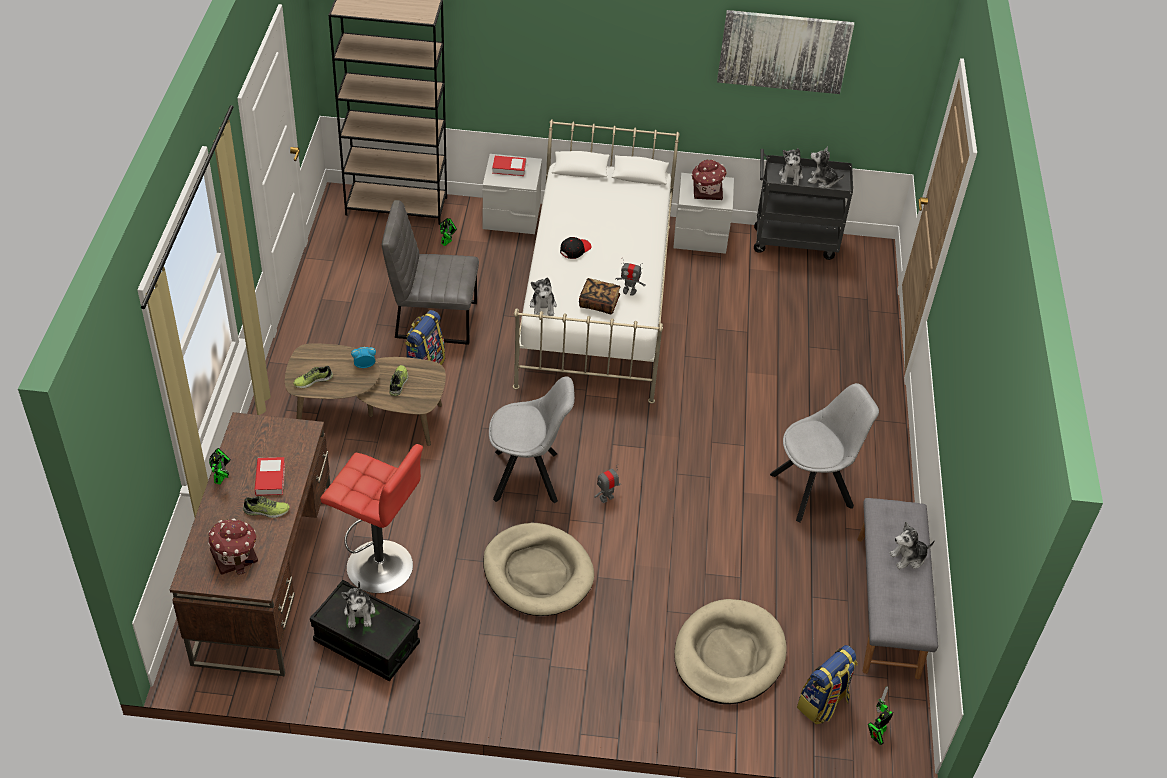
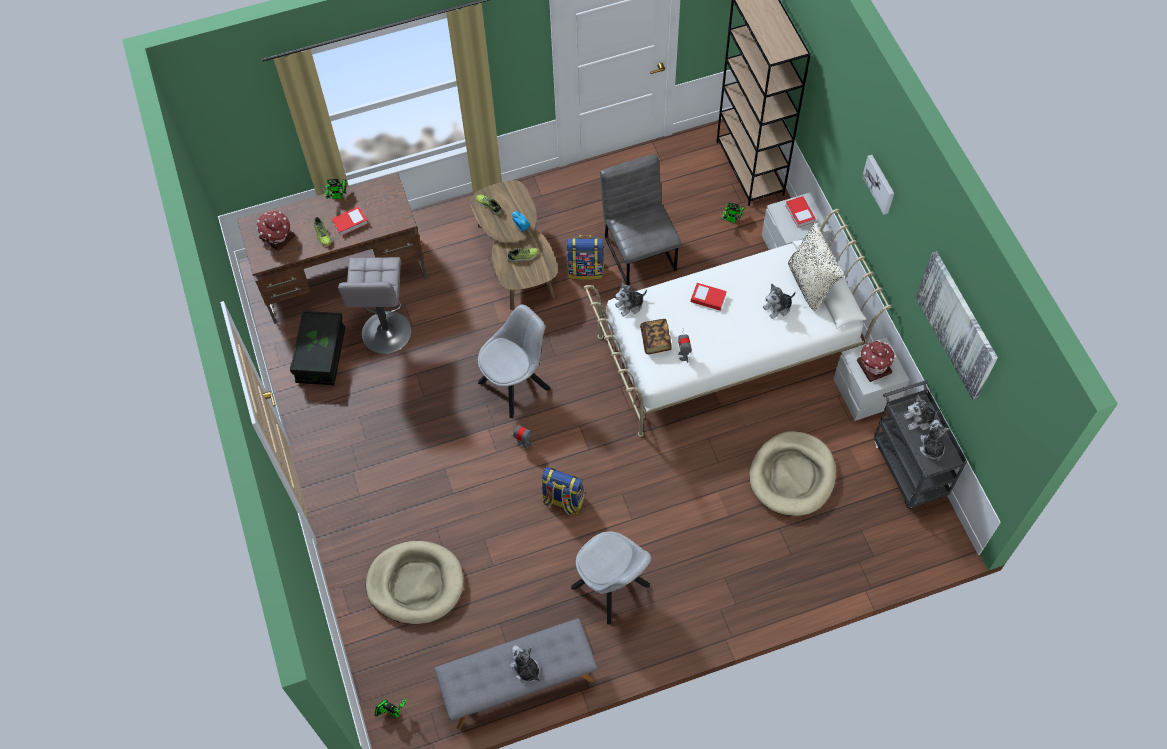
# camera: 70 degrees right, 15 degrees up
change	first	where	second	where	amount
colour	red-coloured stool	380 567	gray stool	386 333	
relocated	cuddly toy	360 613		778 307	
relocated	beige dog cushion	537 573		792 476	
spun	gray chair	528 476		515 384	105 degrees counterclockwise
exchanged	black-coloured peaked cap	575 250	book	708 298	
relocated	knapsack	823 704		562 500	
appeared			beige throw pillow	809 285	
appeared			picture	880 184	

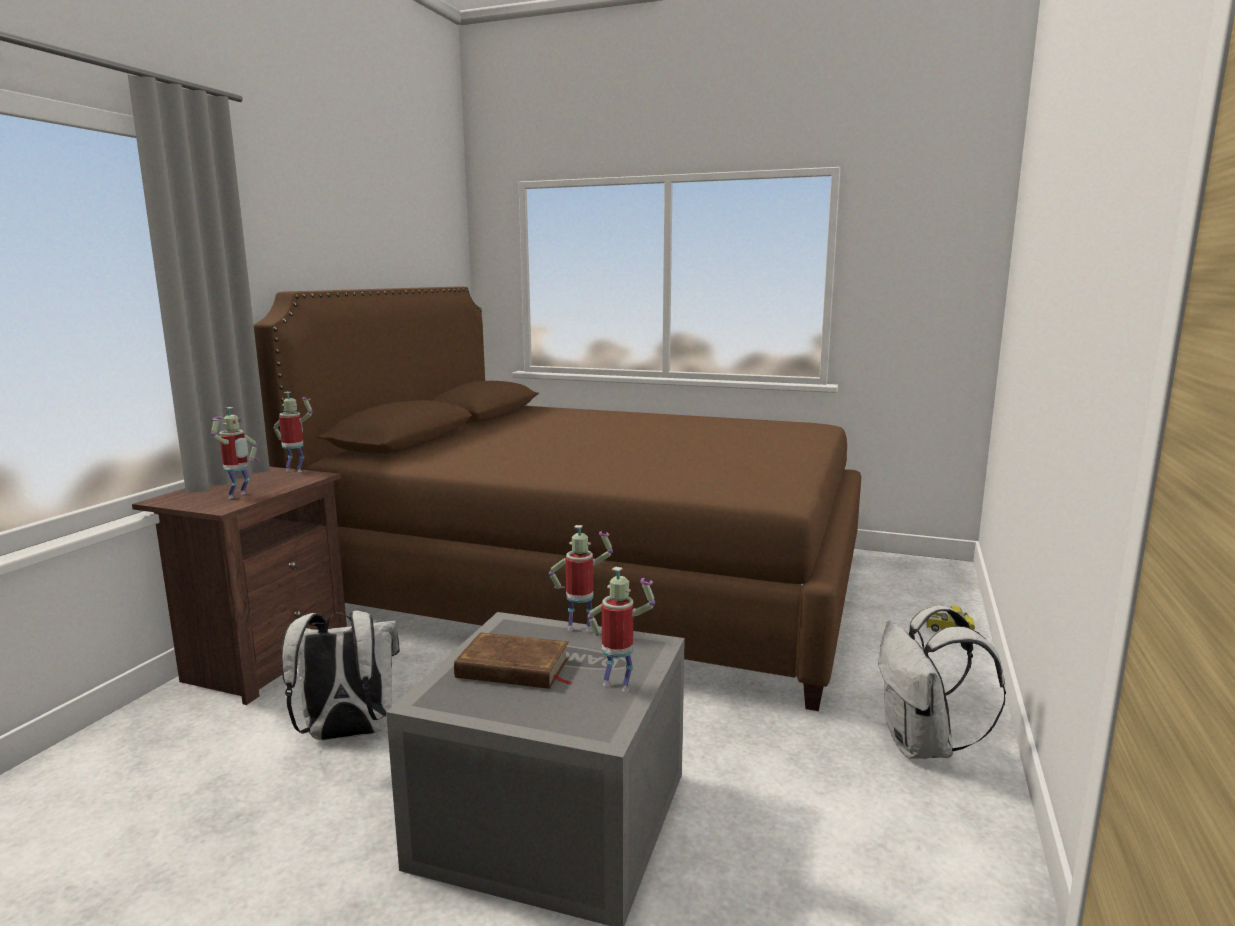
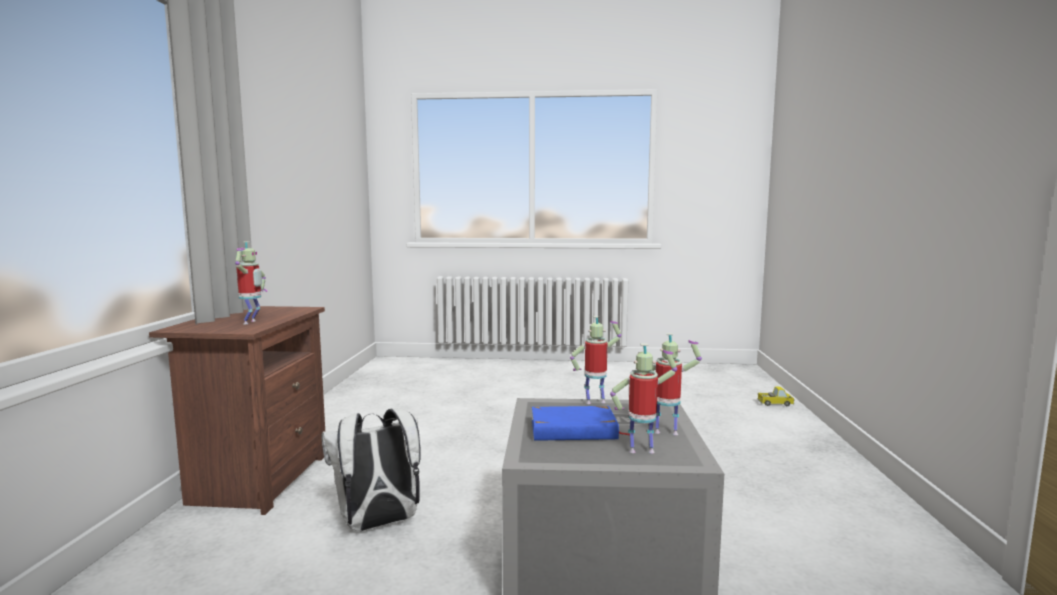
# camera: 15 degrees left, 5 degrees down
change	first	where	second	where	amount
missing	brown bedroom bed	598 584			
relocated	robot figure	296 470		642 450	
colour	brown book	513 668	blue book	573 430	
missing	white knapsack	922 746			

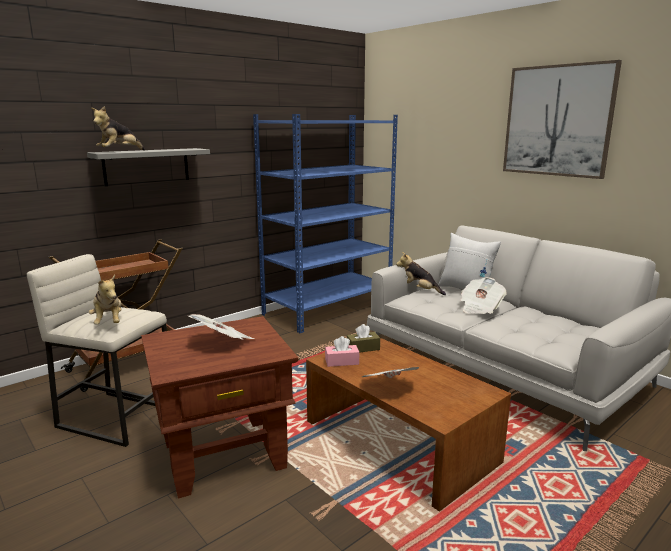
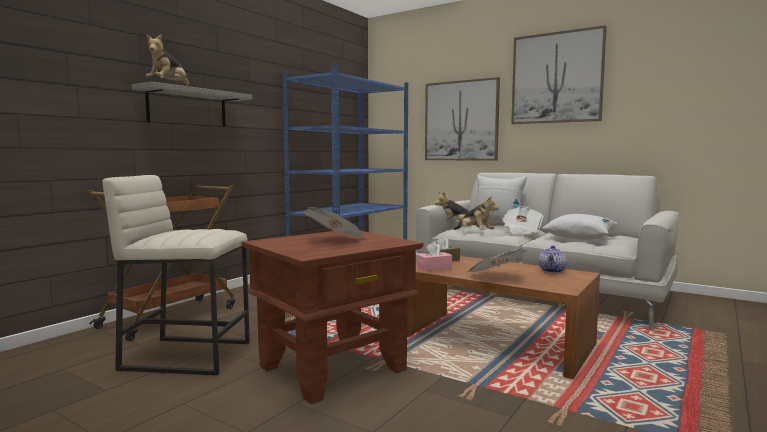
# camera: 15 degrees left, 10 degrees down
change	first	where	second	where	amount
relocated	cuddly toy	109 322		475 232	
appeared			picture	461 121	
appeared			tea pot	552 271	
appeared			gray throw pillow	579 238	

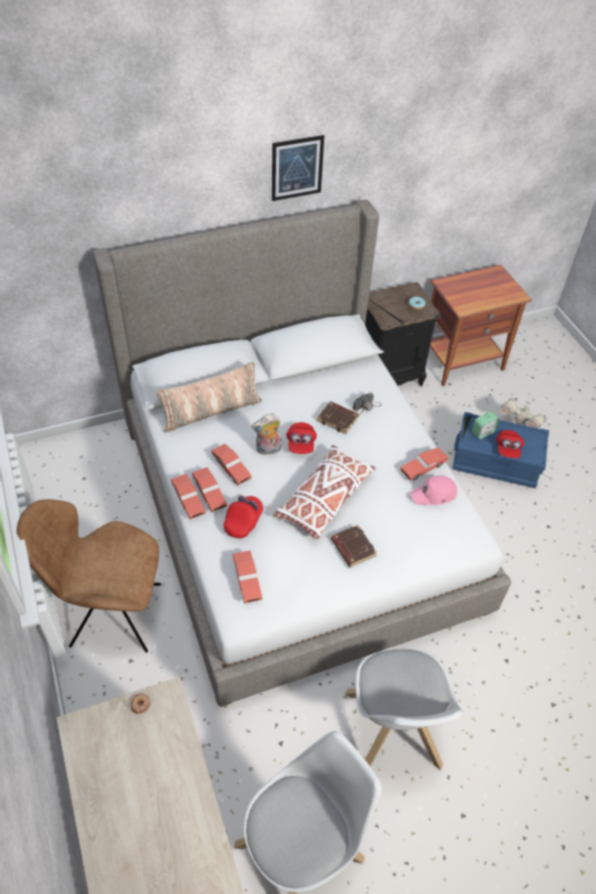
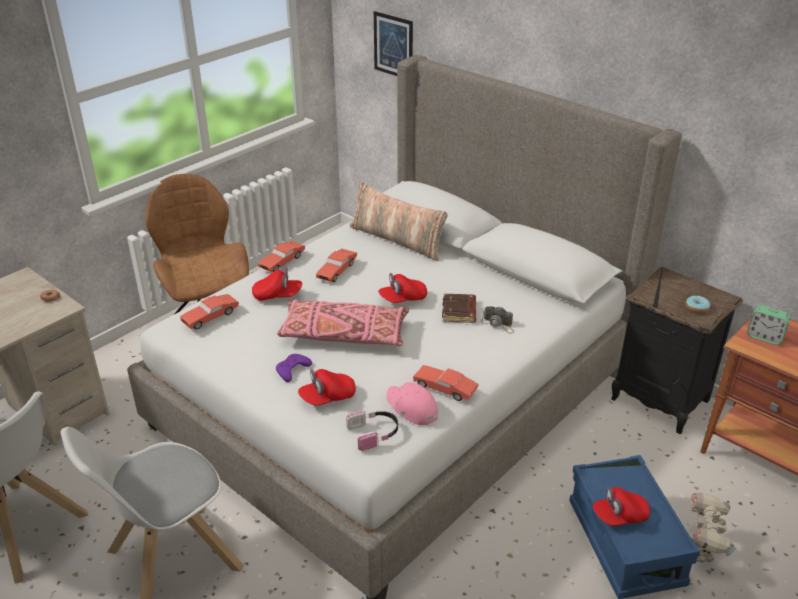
# camera: 65 degrees right, 15 degrees down
change	first	where	second	where	amount
missing	red-coloured model car	209 493			
missing	cuddly toy	268 450			
relocated	picture	297 168		393 45	
colour	white throw pillow	324 499	pinkish throw pillow	344 334	
exchanged	brown book	352 548	purple-coloured gamepad	292 370	
relocated	bedside clock	483 432		764 337	
appeared			red-coloured peaked cap	327 397	
appeared			headset	374 433	

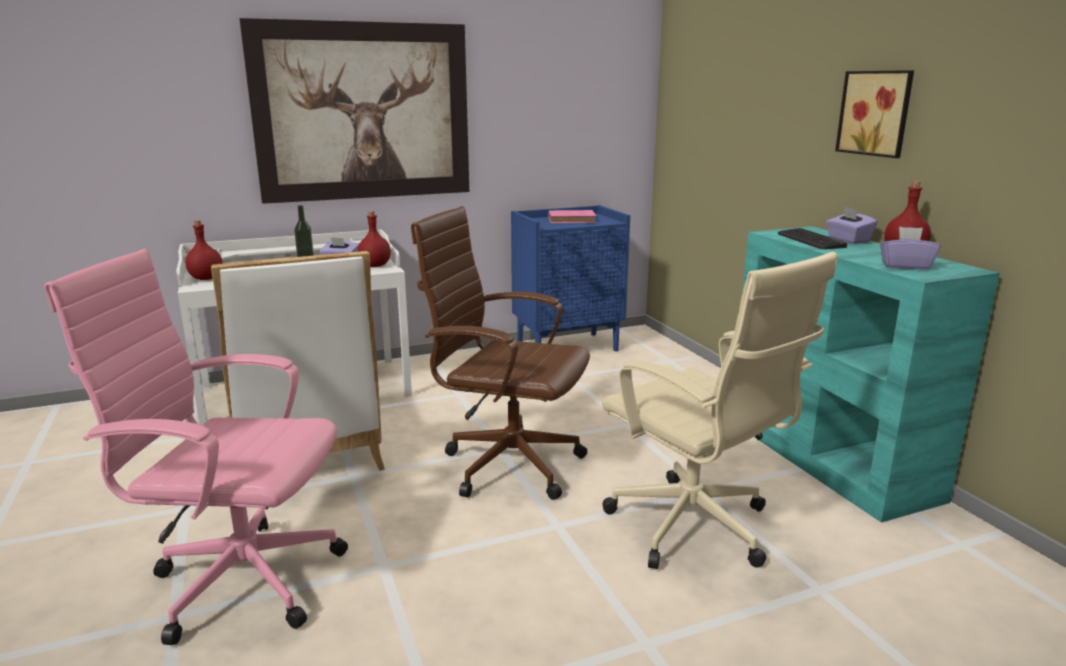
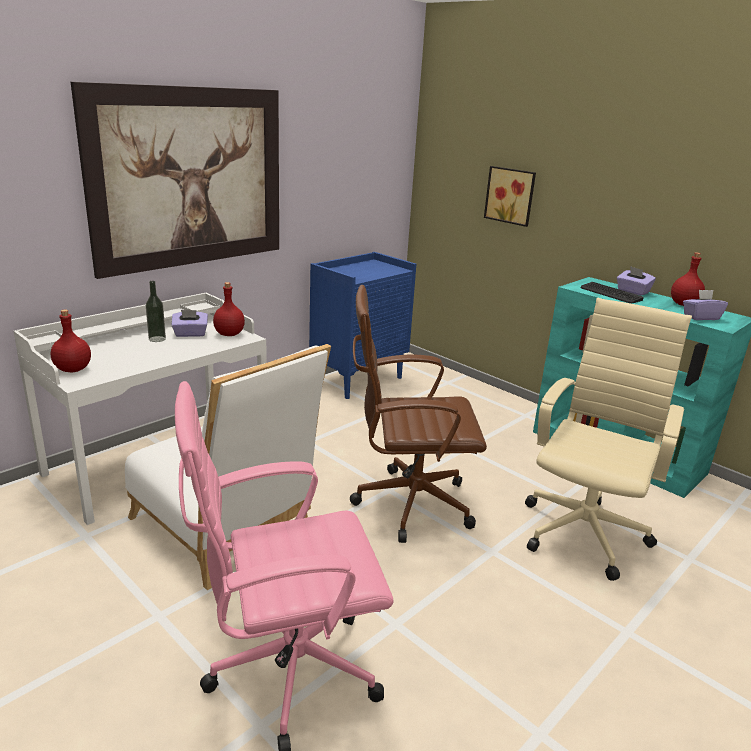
# camera: 25 degrees left, 5 degrees up
change	first	where	second	where	amount
missing	pinkish book	573 220			
spun	beige computer chair	696 529		584 531	90 degrees counterclockwise
relocated	picture	876 113		511 195	

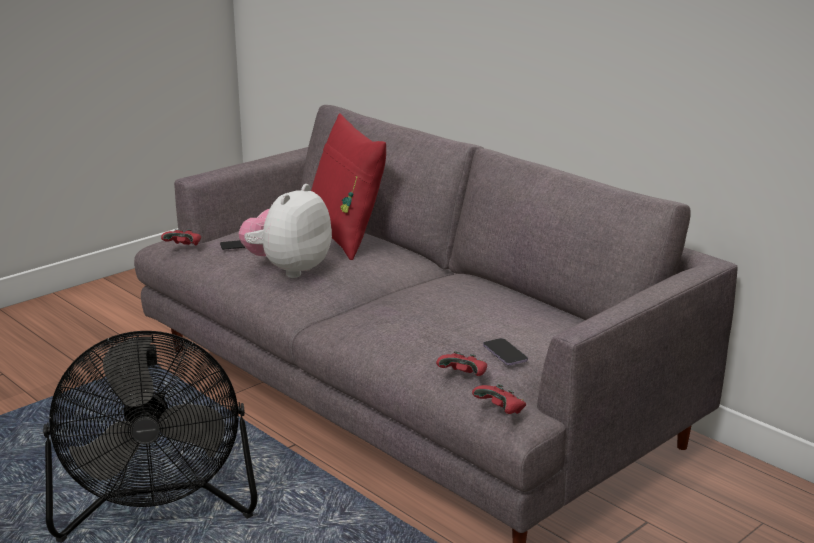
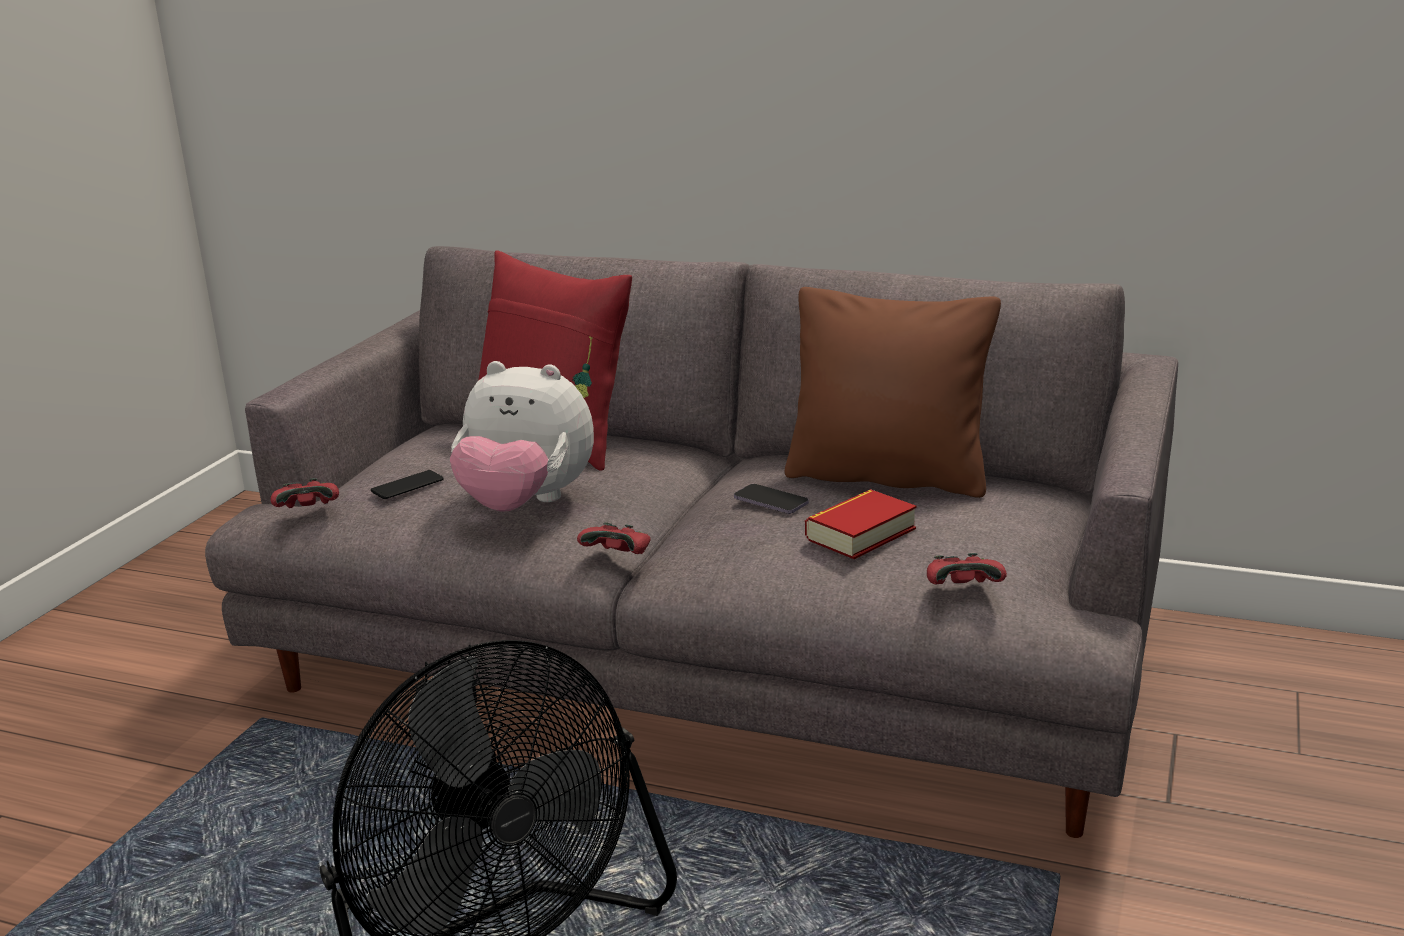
# camera: 25 degrees left, 0 degrees up
change	first	where	second	where	amount
spun	cuddly toy	288 269		526 505	75 degrees counterclockwise
relocated	red-coloured gamepad	501 411		619 556	
relocated	handset	505 354		771 501	
appeared			brown throw pillow	888 477	
appeared			book	860 534	

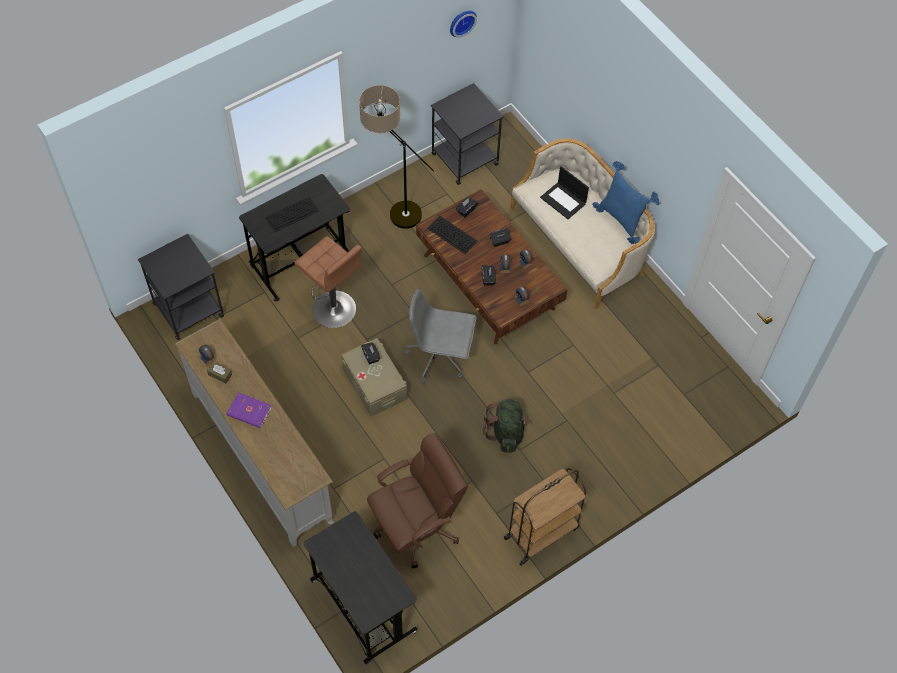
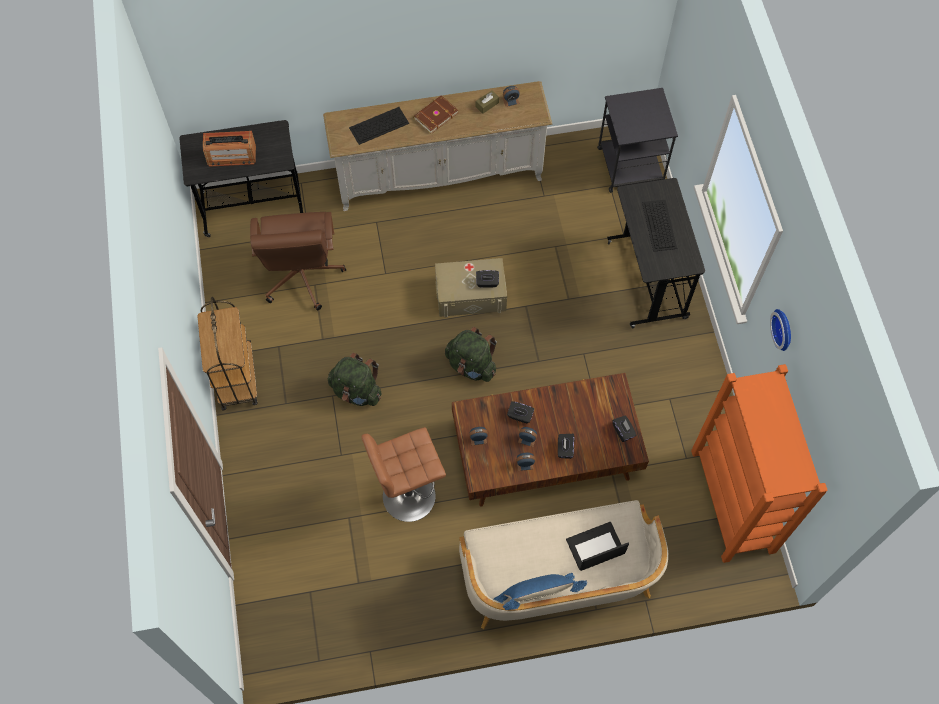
# camera: 115 degrees right, 5 degrees up
change	first	where	second	where	amount
colour	purple-coloured book	249 412	brown book	435 115	
relocated	brown stool	334 310		408 496	
missing	floor lamp	394 210			
exchanged	gray computer chair	441 358	greenish knapsack	471 365	
relocated	PC keyboard	452 235		378 126	
exchanged	black-coloured wheeled cart	465 158	orange-coloured bookcase	733 500	
relocated	hanging clock	461 22		784 329	
appeared			radio	231 156	

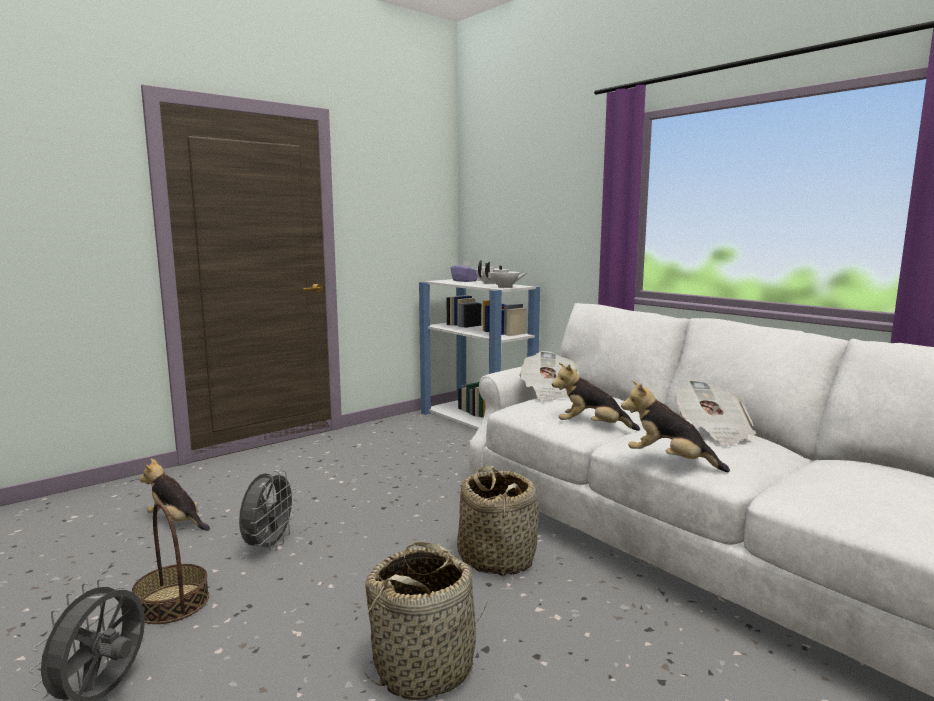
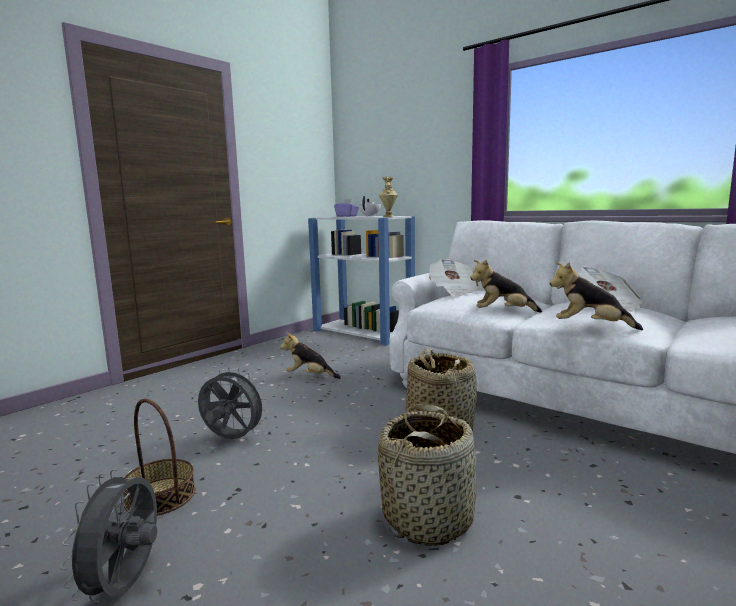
# camera: 10 degrees left, 0 degrees up
change	first	where	second	where	amount
relocated	cuddly toy	176 522		310 376	
spun	gray cooling fan	269 546		232 439	75 degrees counterclockwise
exchanged	white tea pot	505 287	beige decorative vase	388 216	

